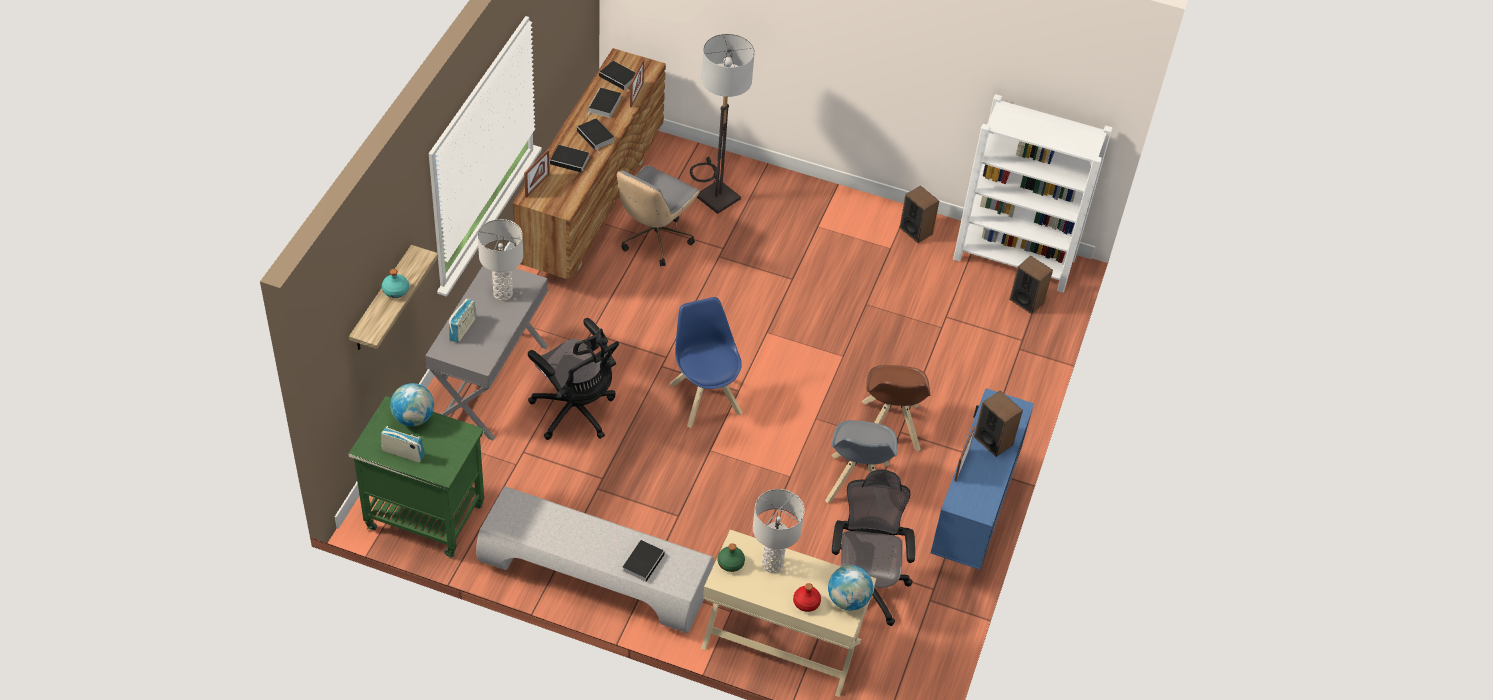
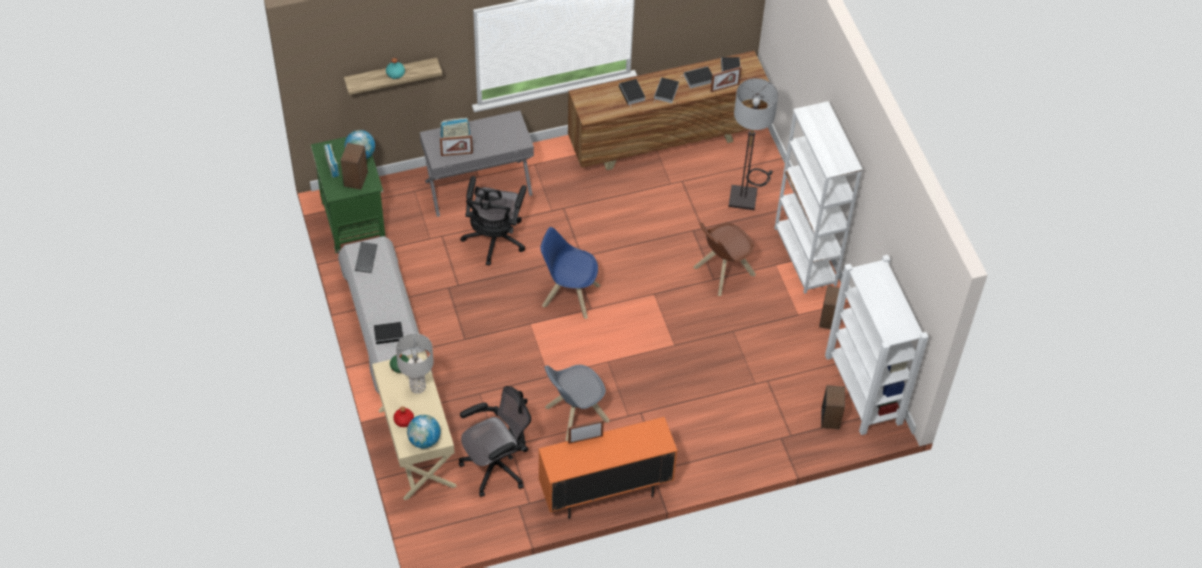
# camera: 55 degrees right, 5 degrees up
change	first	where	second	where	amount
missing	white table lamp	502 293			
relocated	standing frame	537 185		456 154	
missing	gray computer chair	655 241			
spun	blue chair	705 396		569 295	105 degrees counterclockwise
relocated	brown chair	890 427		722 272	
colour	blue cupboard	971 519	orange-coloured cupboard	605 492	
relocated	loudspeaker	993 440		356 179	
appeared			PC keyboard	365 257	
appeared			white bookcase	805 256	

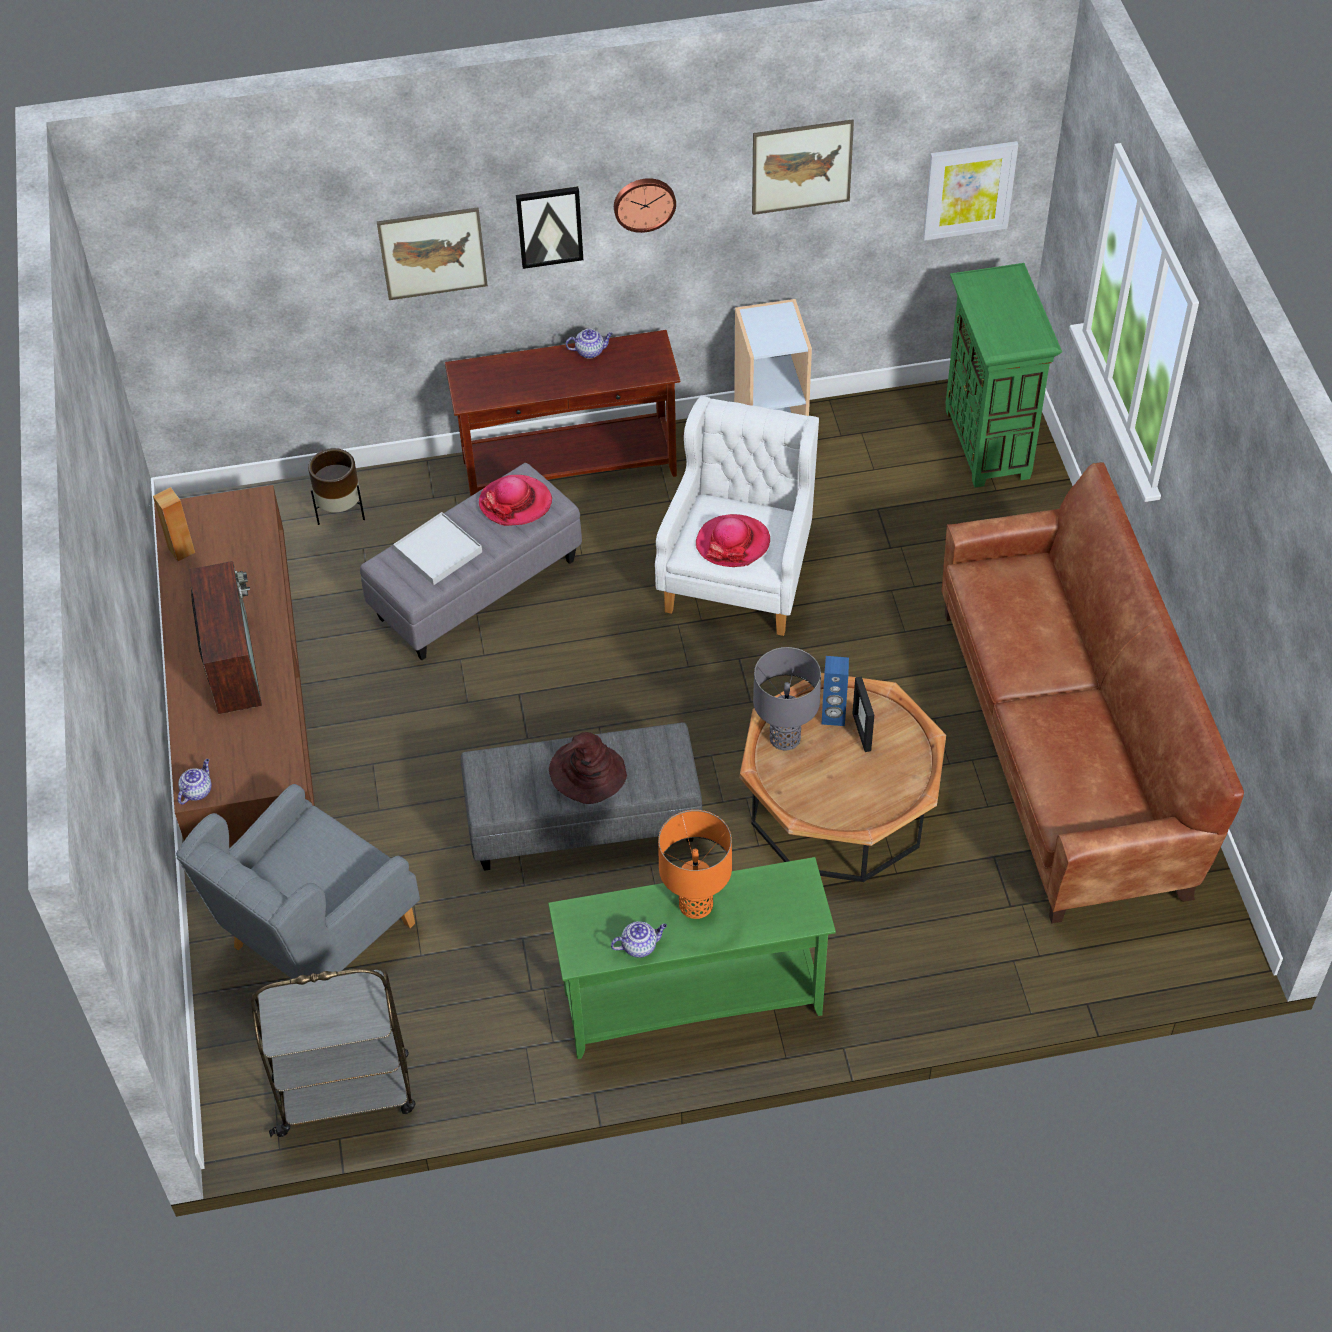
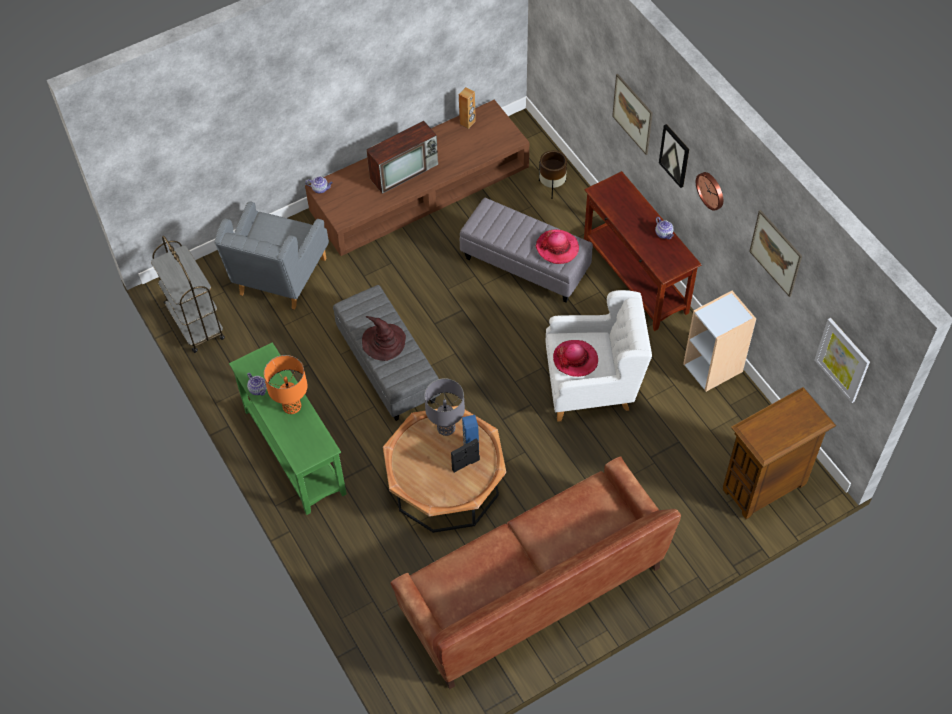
# camera: 70 degrees right, 5 degrees up
change	first	where	second	where	amount
spun	gray lounge chair	315 937		279 278	90 degrees counterclockwise
missing	white serving tray	438 551			
colour	greenish cupboard	989 445	brown cupboard	763 488	

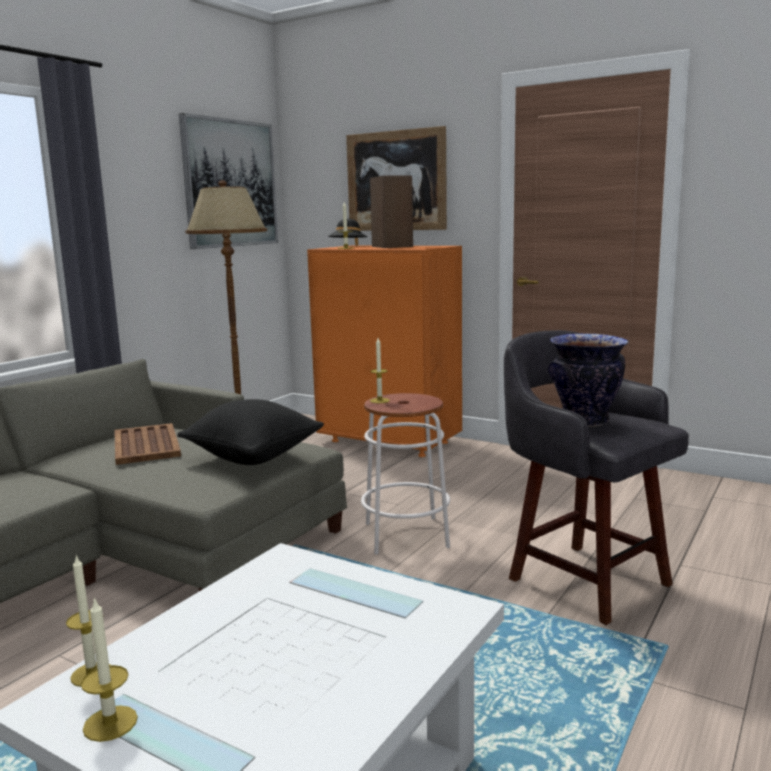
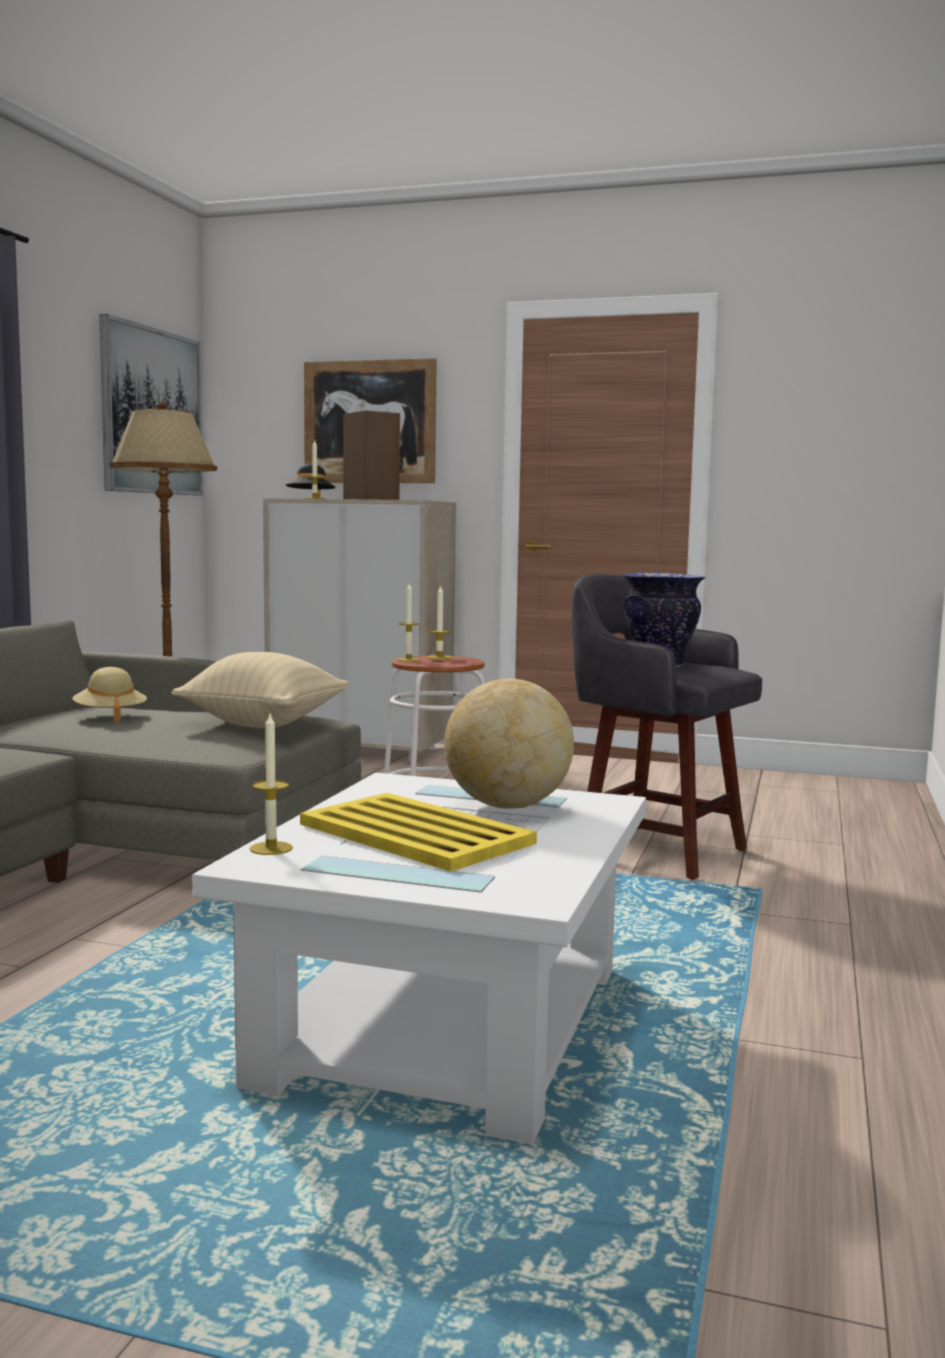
# camera: 15 degrees left, 5 degrees down
change	first	where	second	where	amount
relocated	wax light	110 723		439 657	
exchanged	brown serving tray	146 445	beige hat	110 716	
colour	black-coloured throw pillow	253 458	beige throw pillow	263 724	
colour	orange-coloured cupboard	390 441	beige cupboard	361 749	
appeared			yellow serving tray	416 834	
appeared			world globe	507 806	

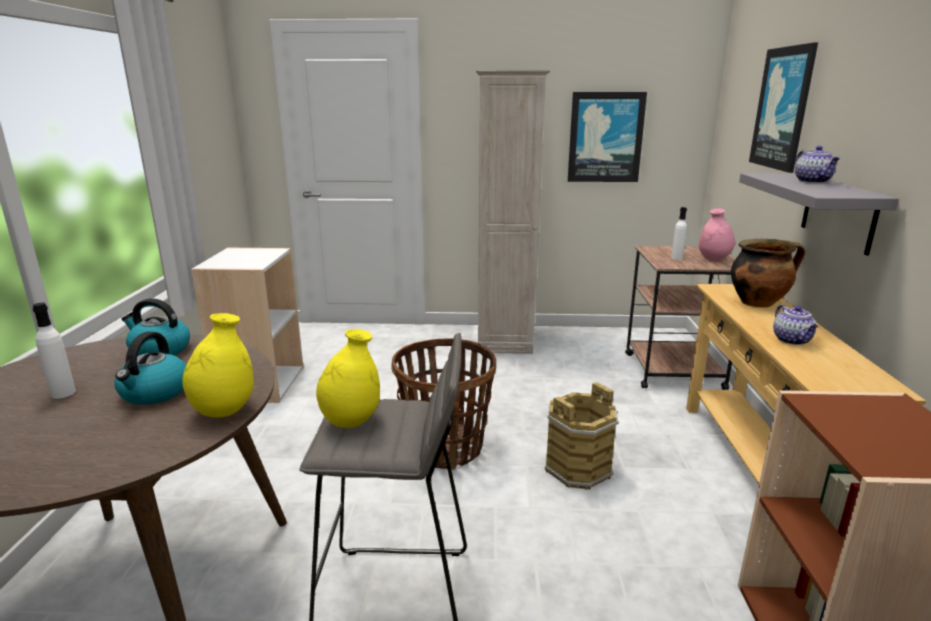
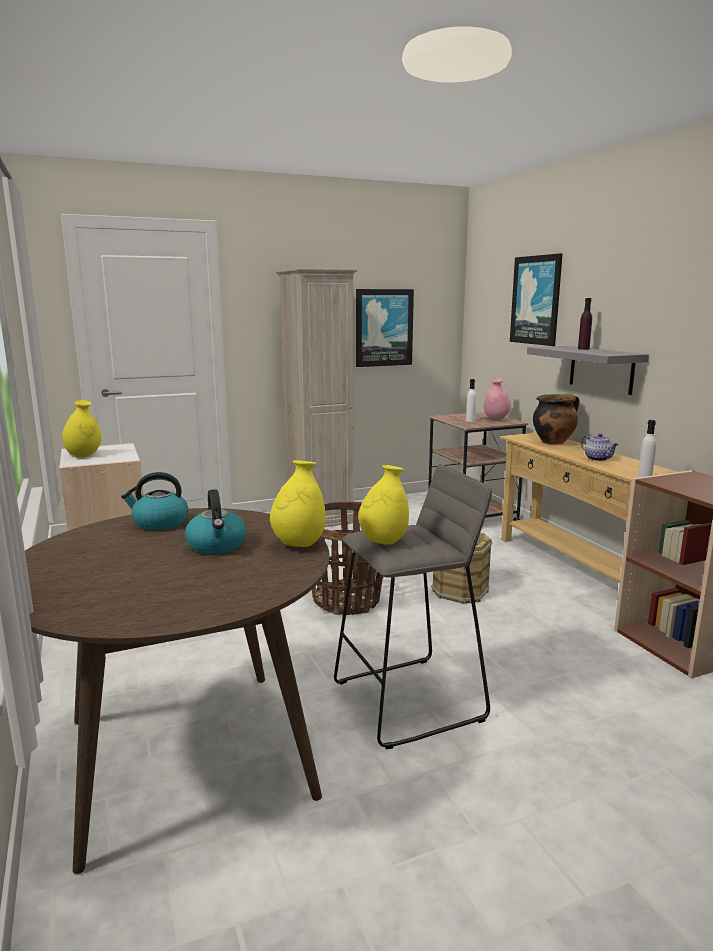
# camera: 25 degrees left, 5 degrees down
change	first	where	second	where	amount
relocated	white drink bottle	63 393		644 477	
exchanged	tea pot	813 181	purple-coloured drink bottle	583 349	
appeared			yellow decorative vase	84 455	

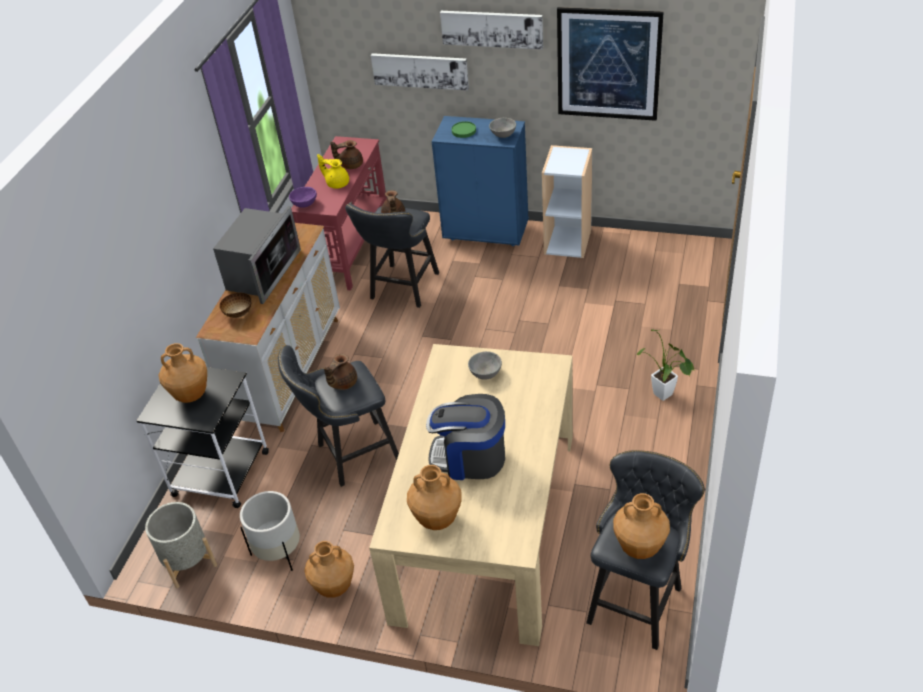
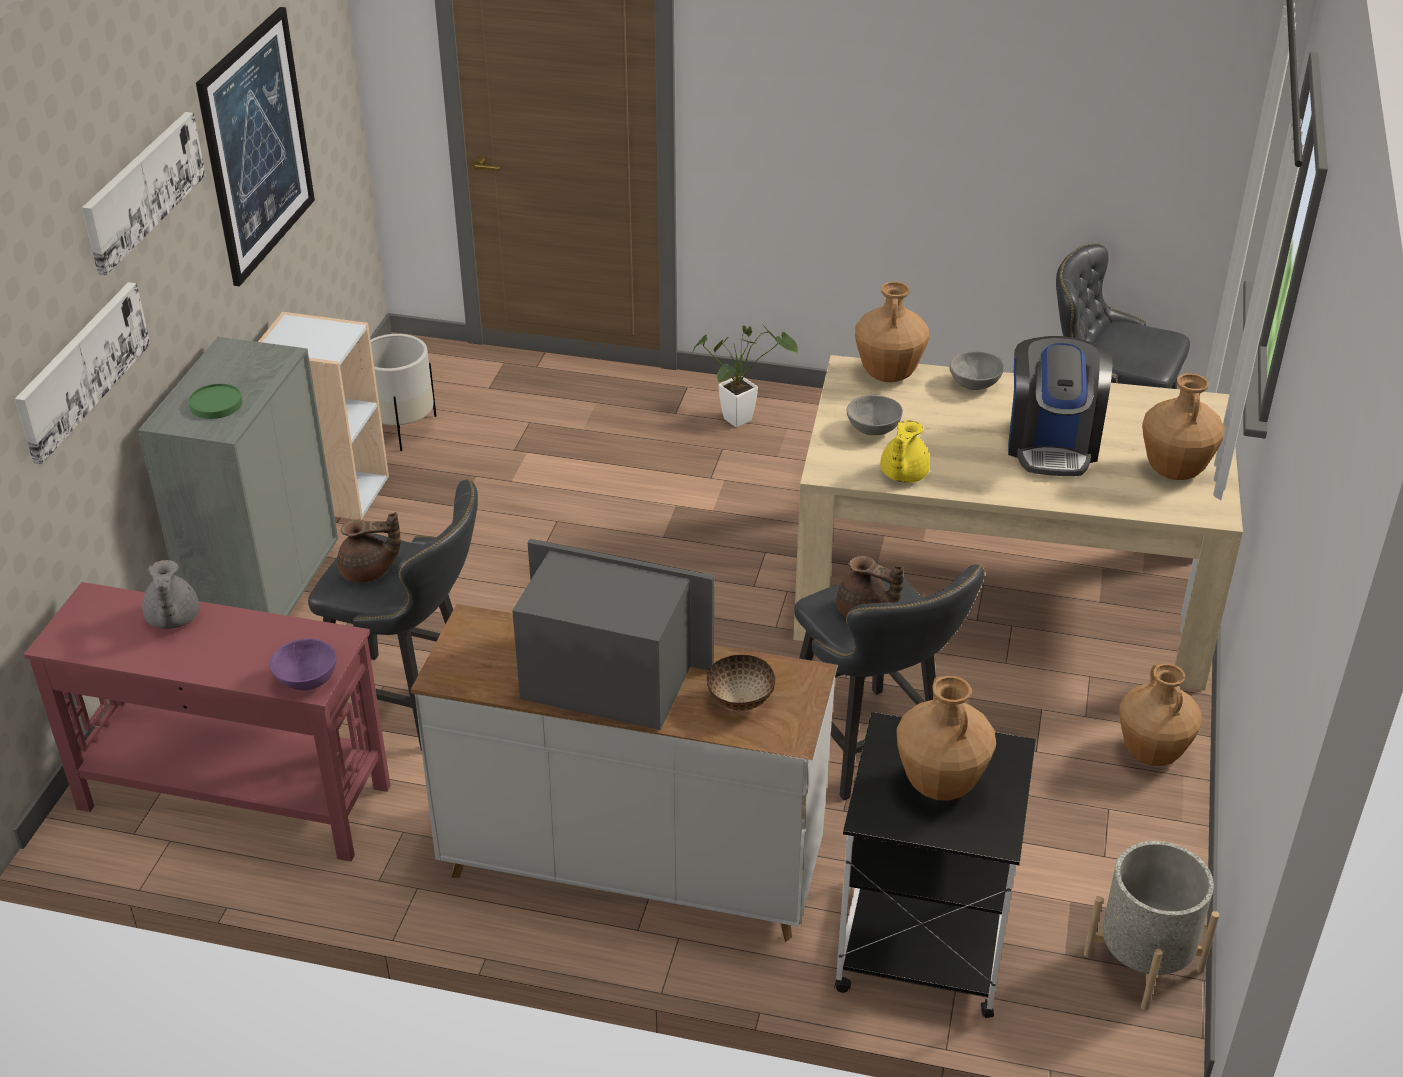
# camera: 95 degrees left, 5 degrees down
change	first	where	second	where	amount
relocated	white flower pot	278 552		402 428	
relocated	yellow tea pot	337 183		902 474	
colour	brown tea pot	350 165	gray tea pot	172 619	
colour	blue cupboard	487 233	gray cupboard	266 589	
relocated	gray deep dish	502 135		975 386	
relocated	brown decorative vase	639 547		888 375	

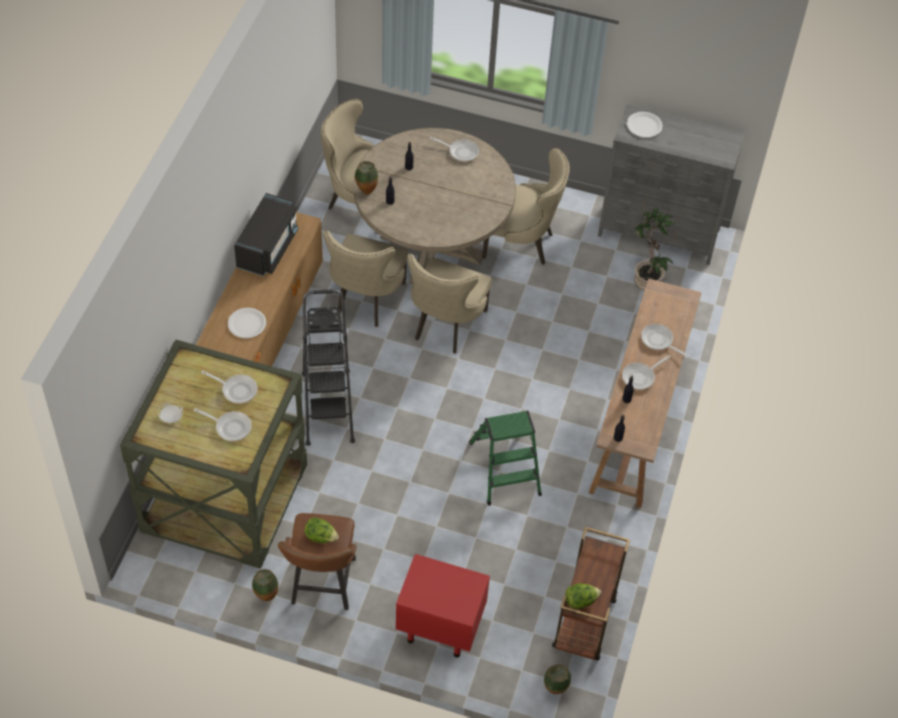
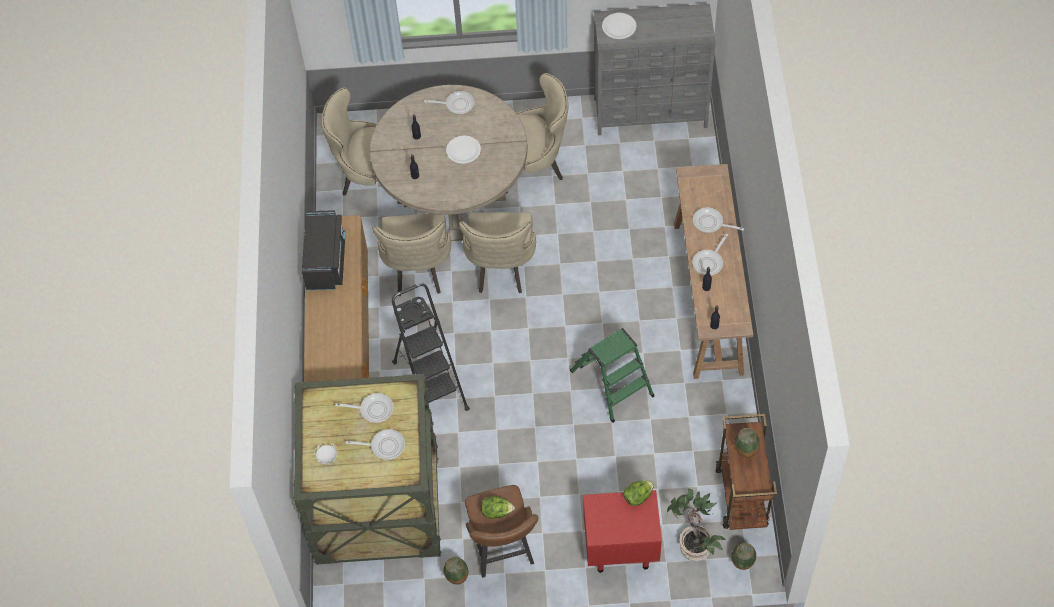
# camera: 15 degrees left, 5 degrees up
change	first	where	second	where	amount
relocated	white dinner plate	247 324		463 150	
relocated	decorative vase	366 192		744 454	
relocated	head of lettuce	580 601		638 496	
relocated	houseplant	646 280		693 547	

